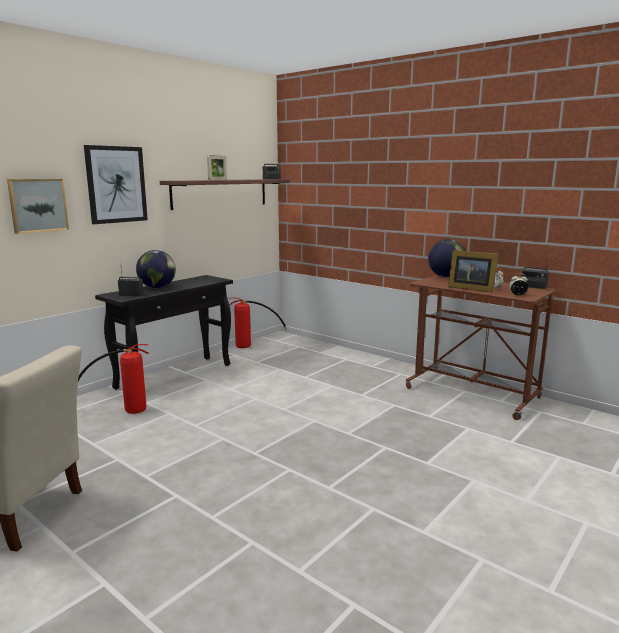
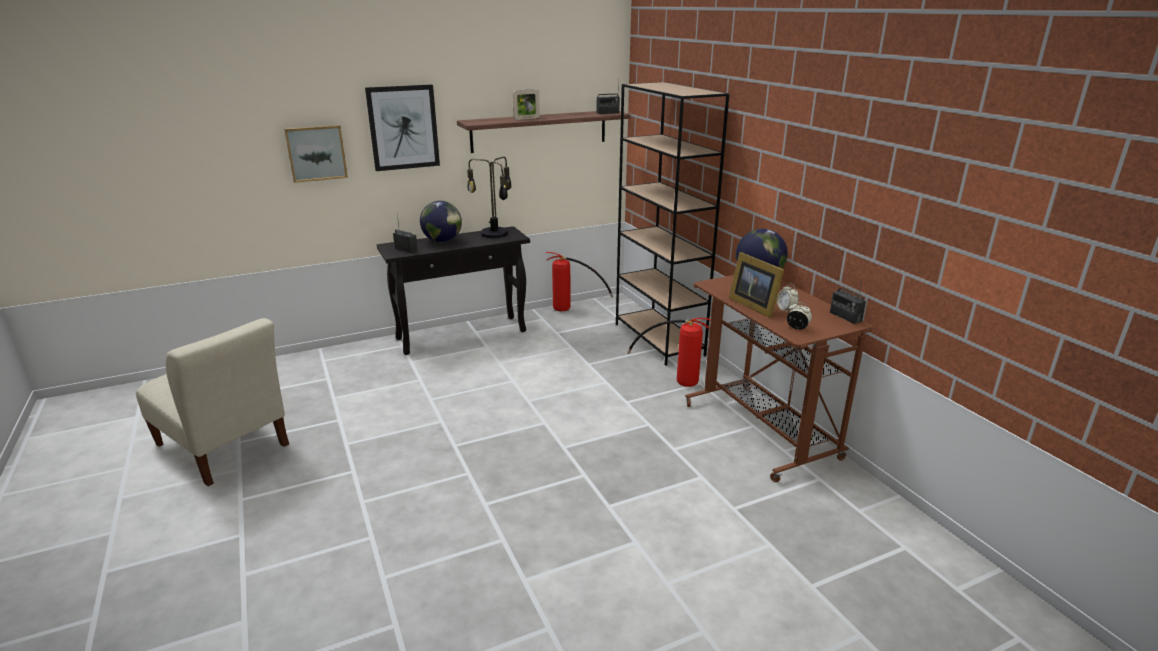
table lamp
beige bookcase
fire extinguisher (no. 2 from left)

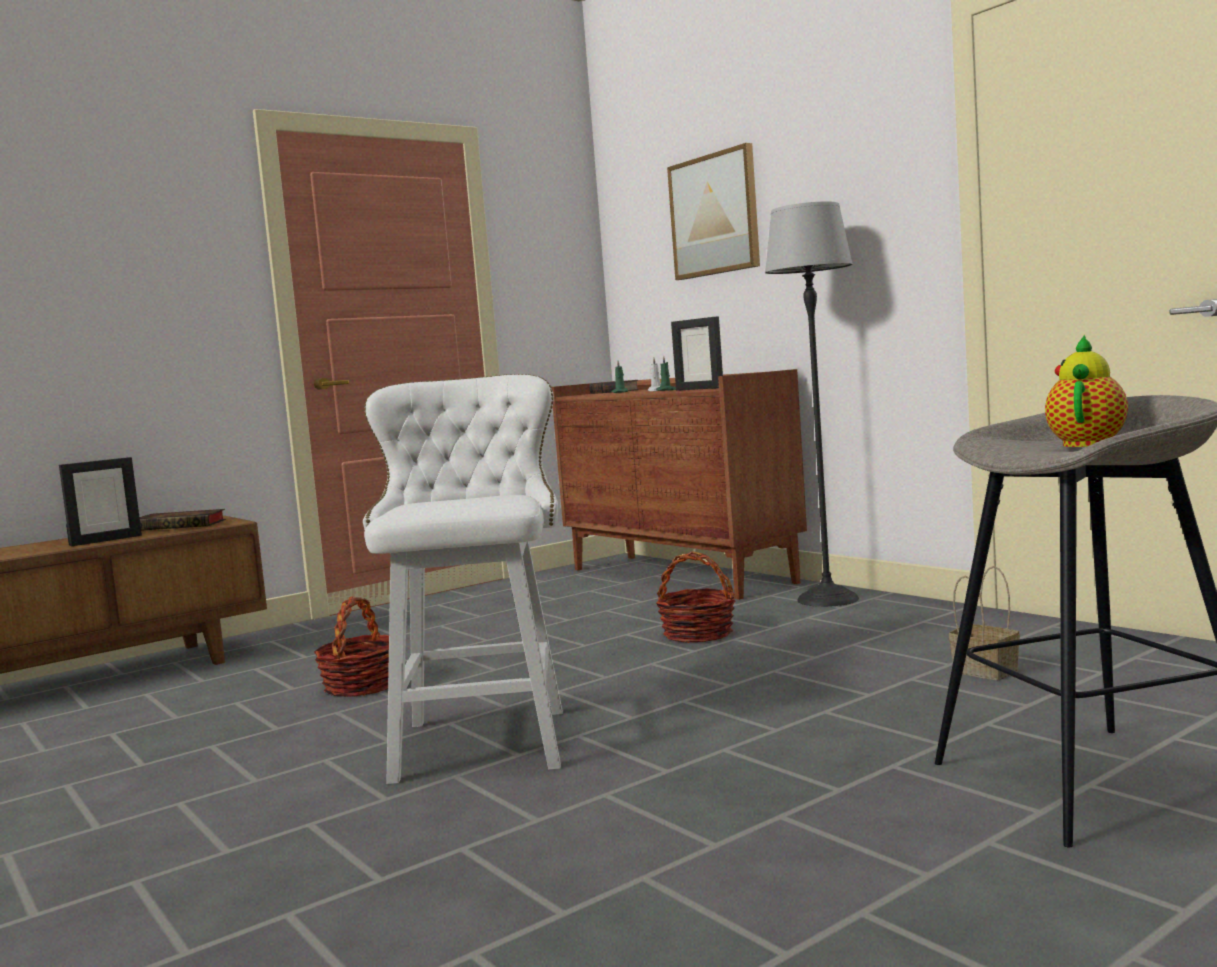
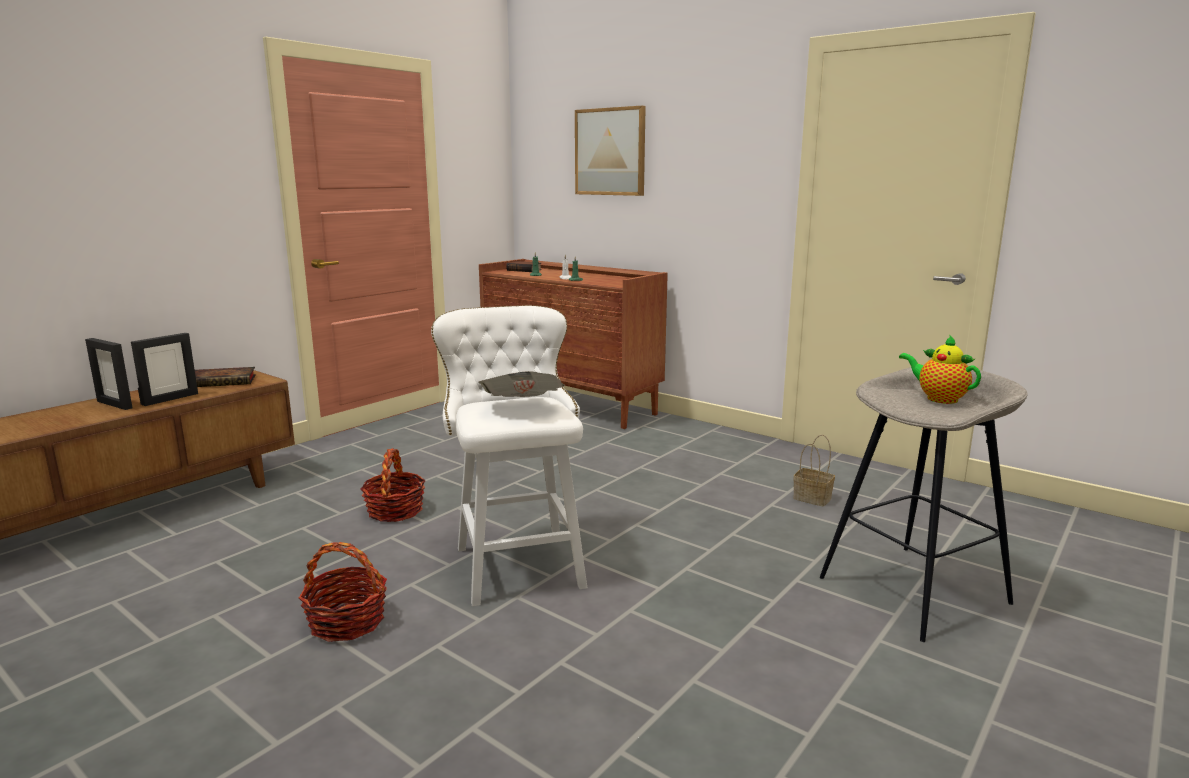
picture frame (no. 1 from left)
basket (no. 1 from left)
newspaper
teapot
floor lamp

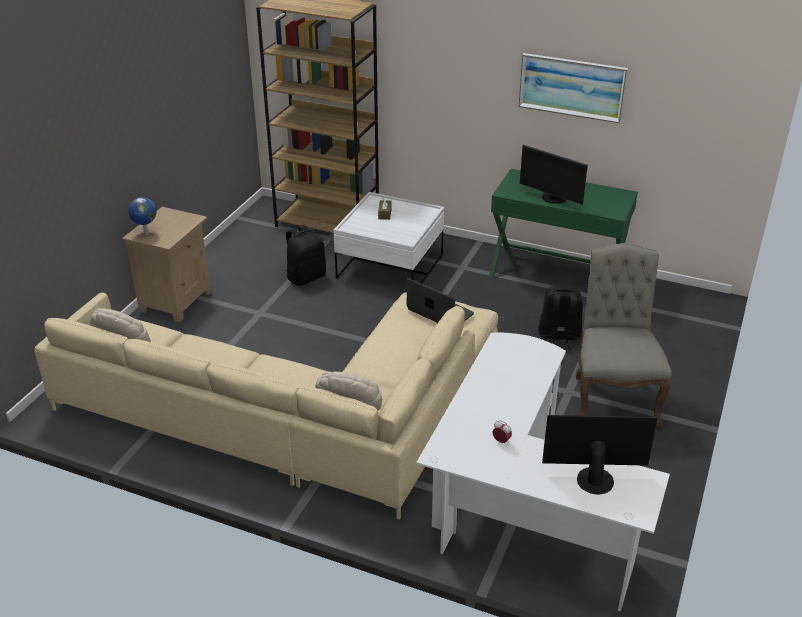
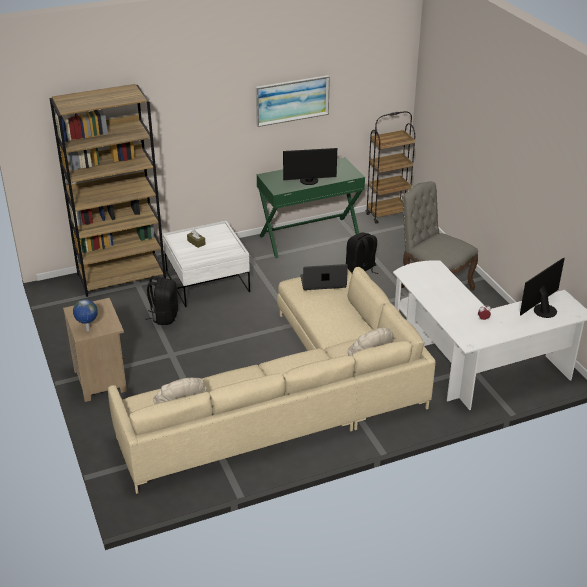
brown cart

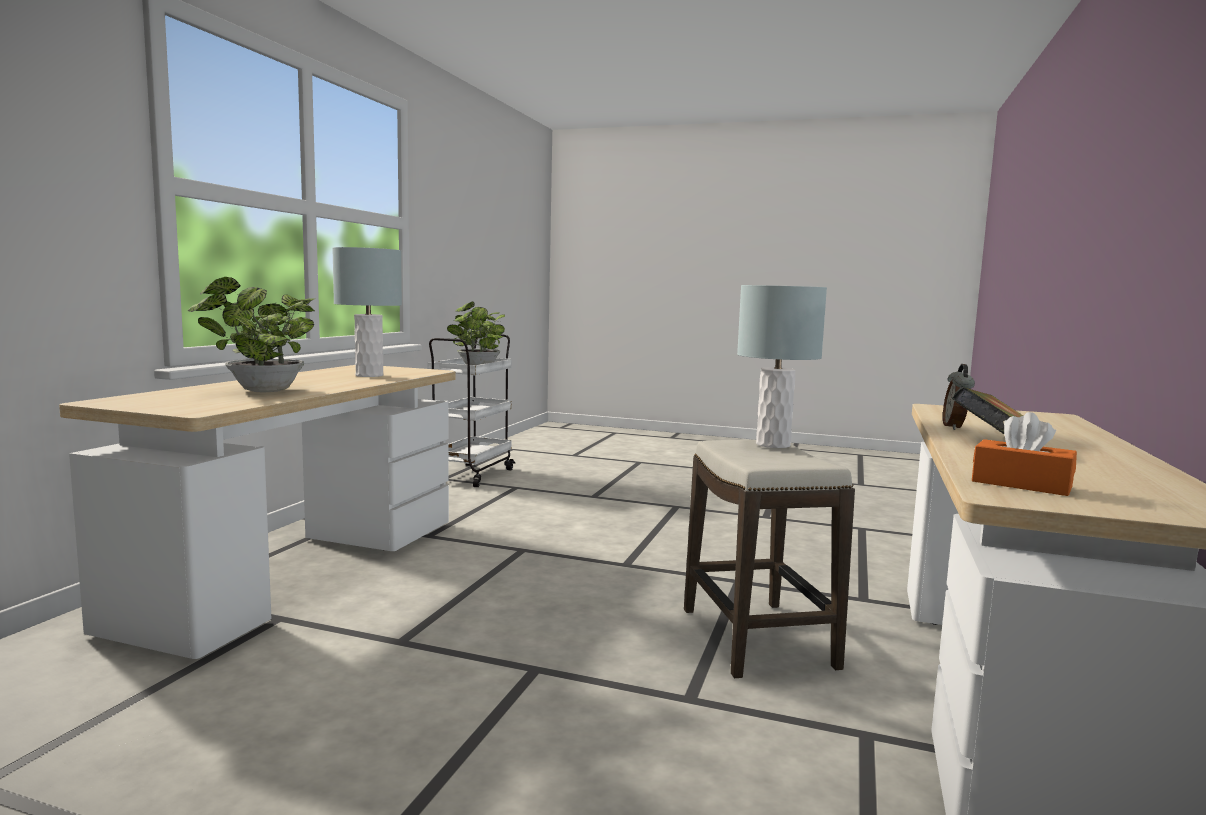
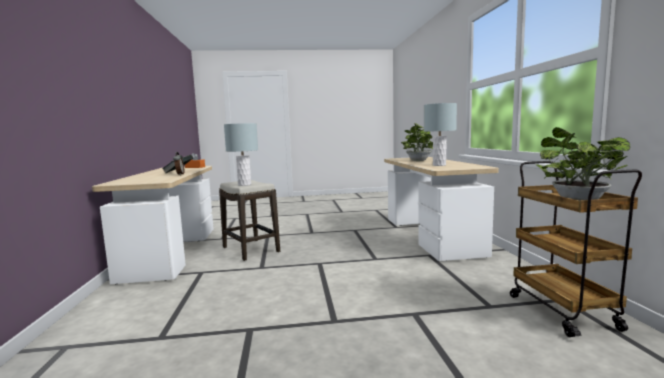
brown cart

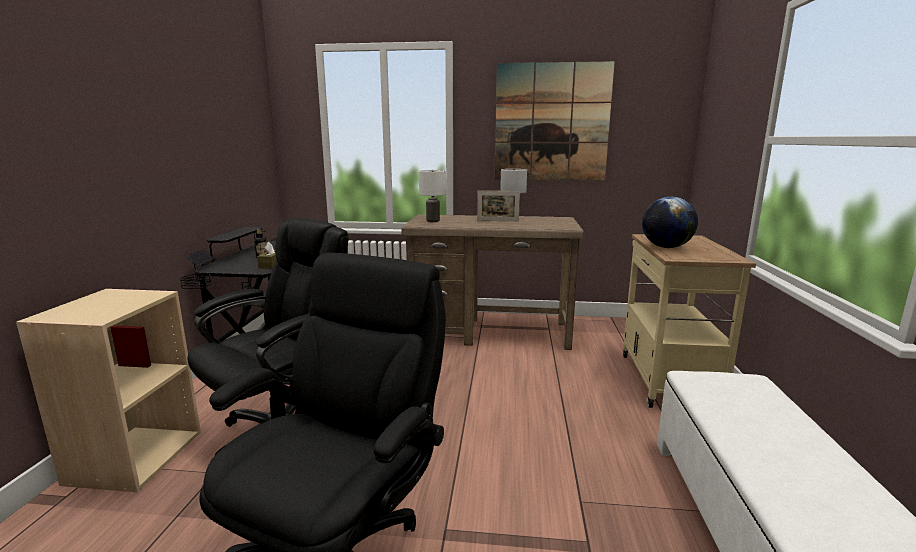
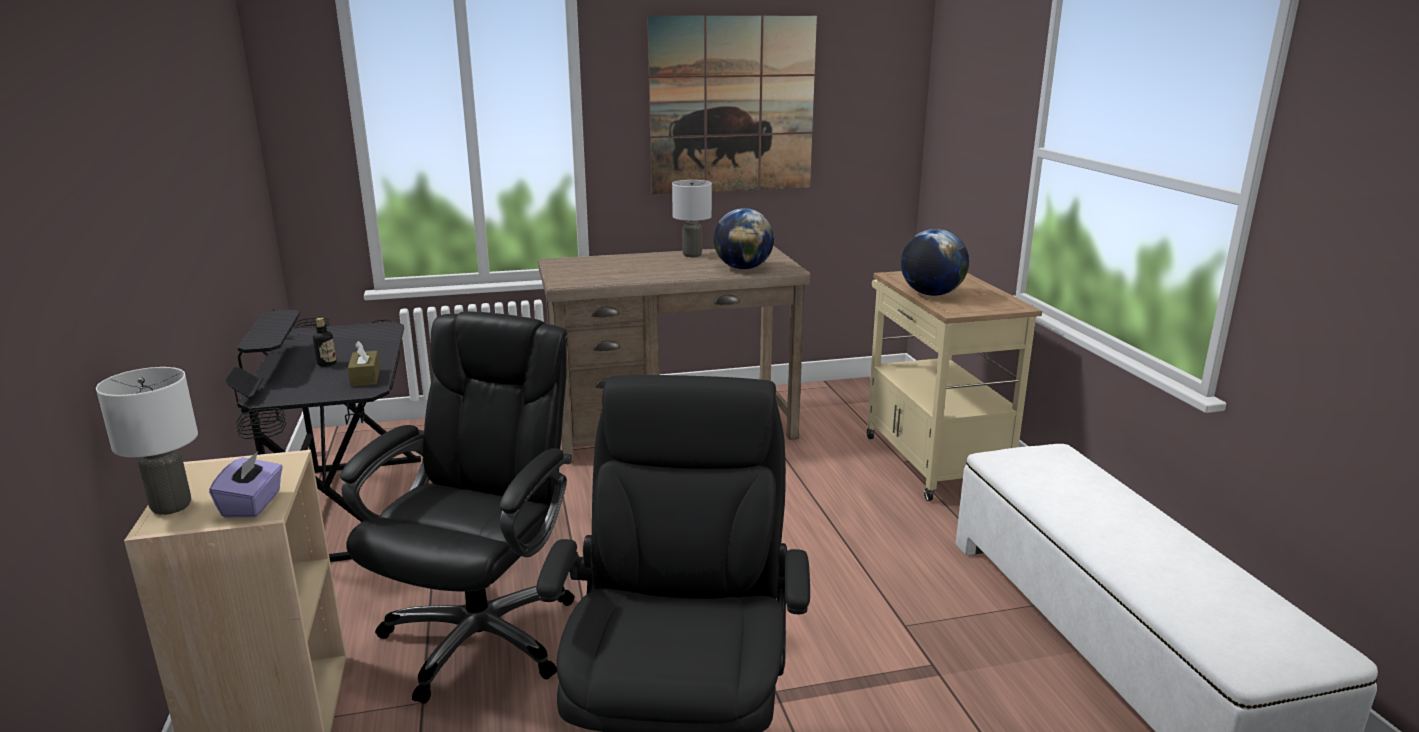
white table lamp (no. 1 from left)
purple tissue box
globe (no. 1 from left)
picture frame

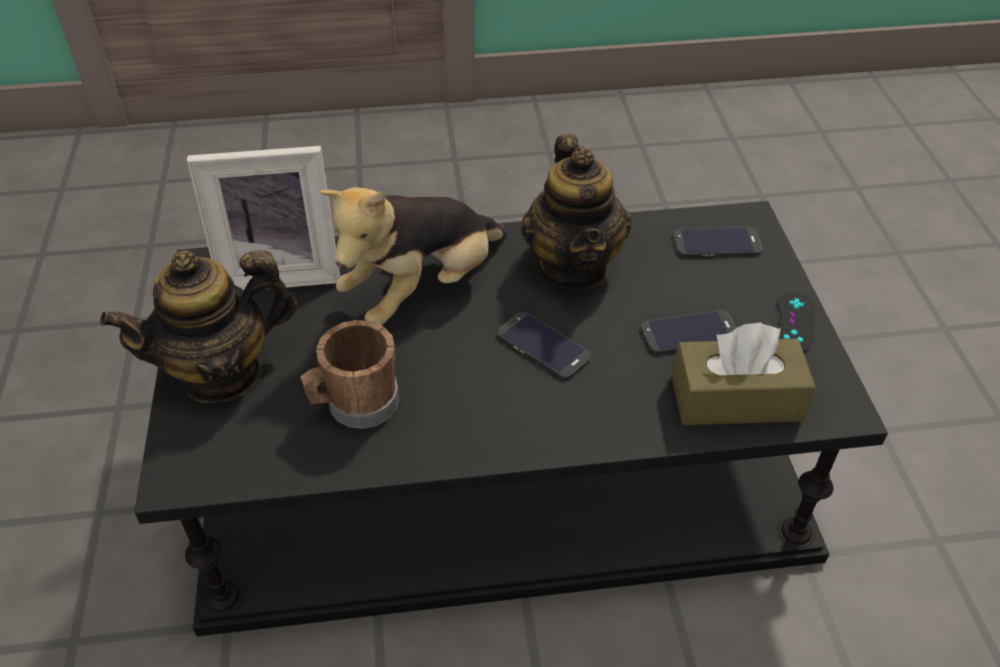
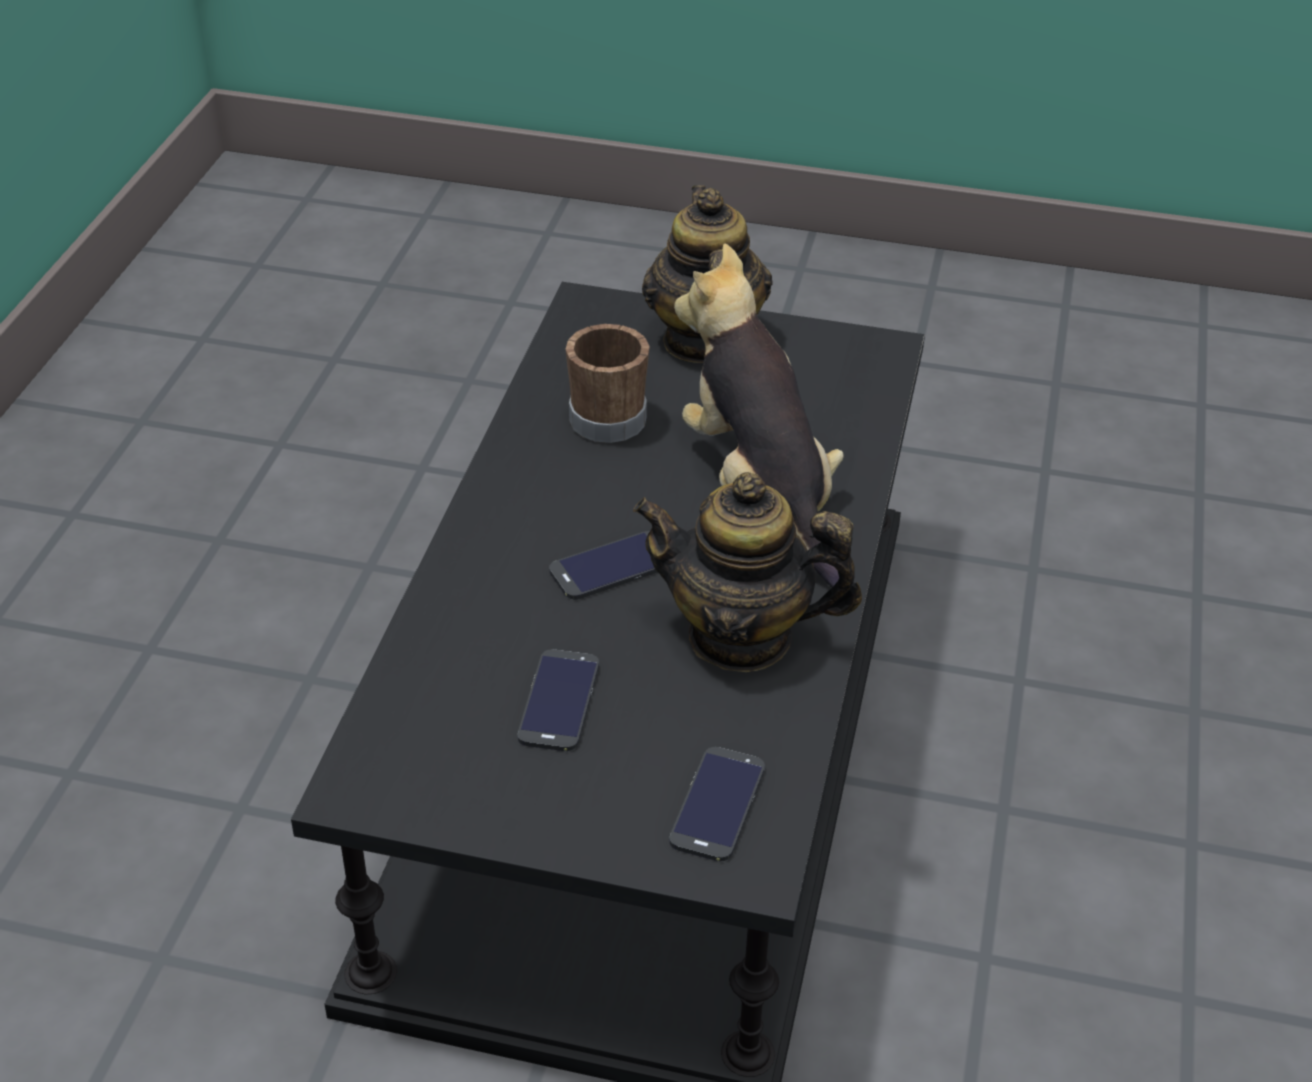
picture frame
brown tissue box
black game controller

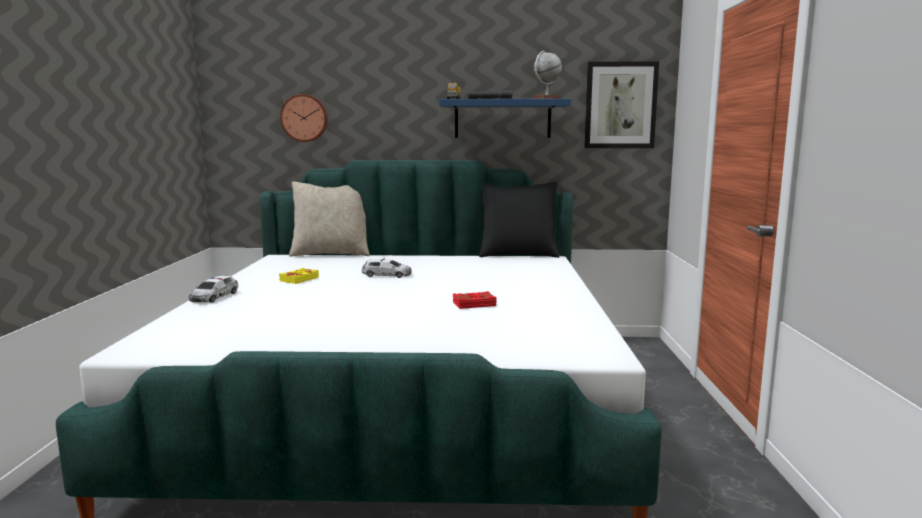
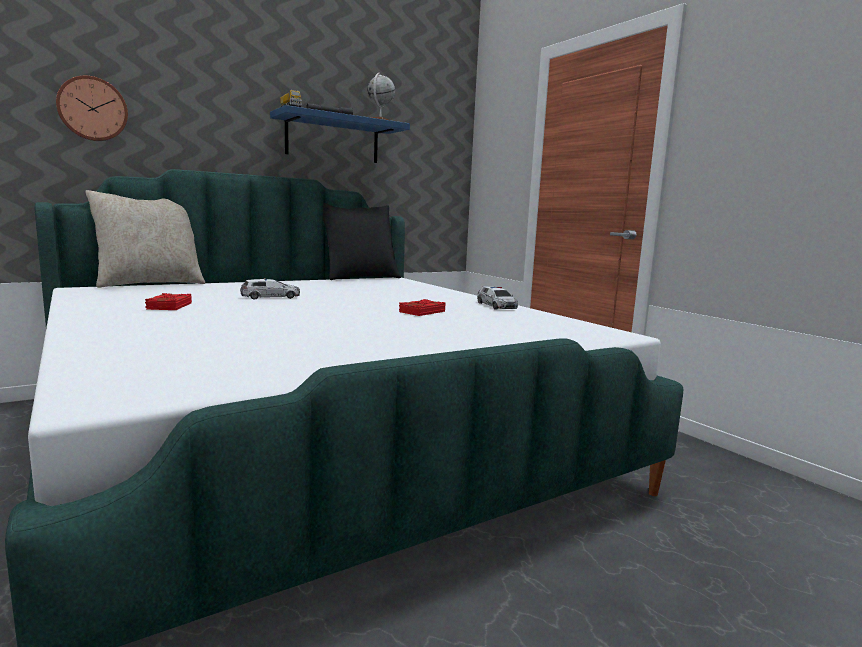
red book (no. 1 from left)
toy car (no. 2 from left)
picture

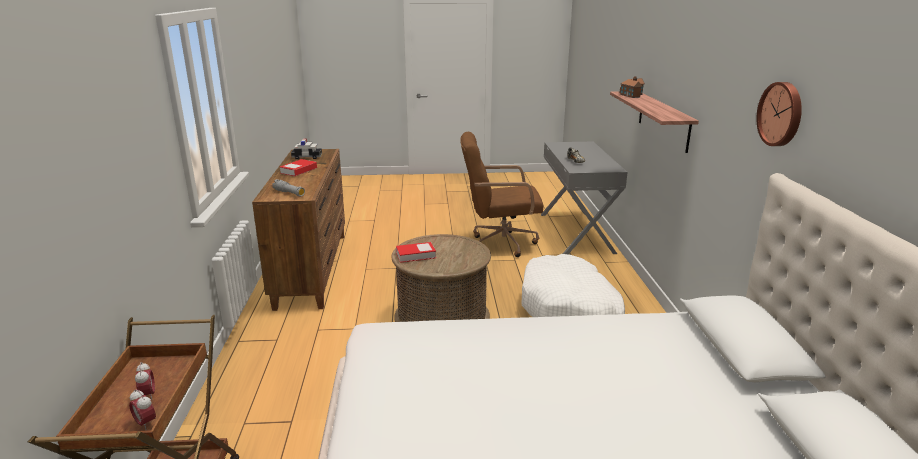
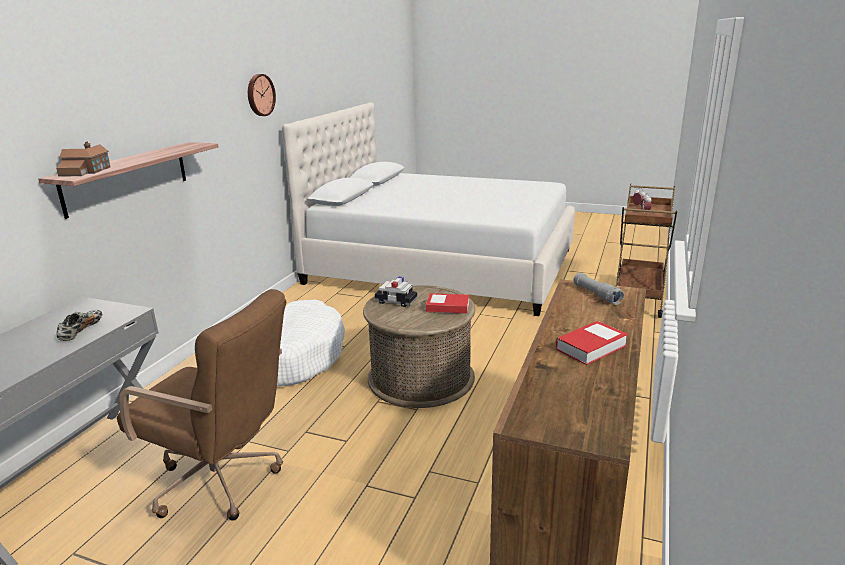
toy car

